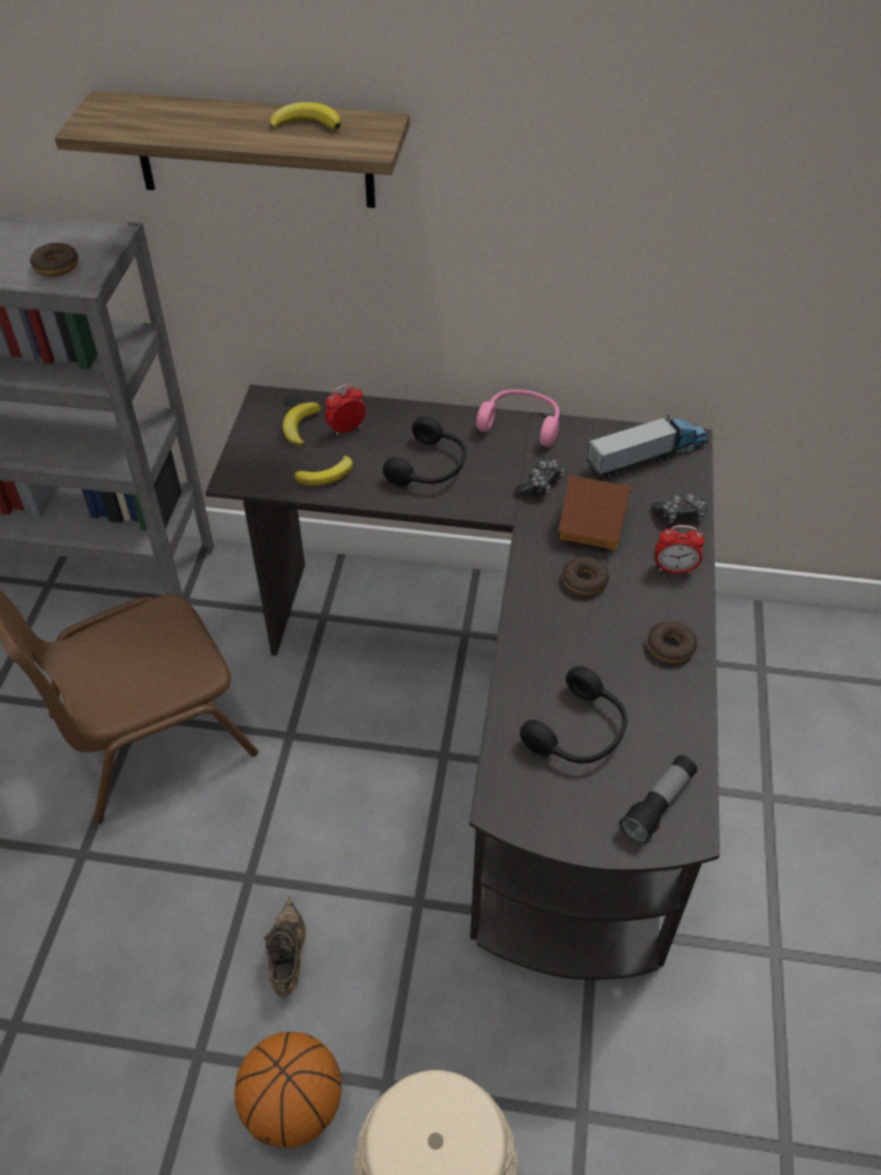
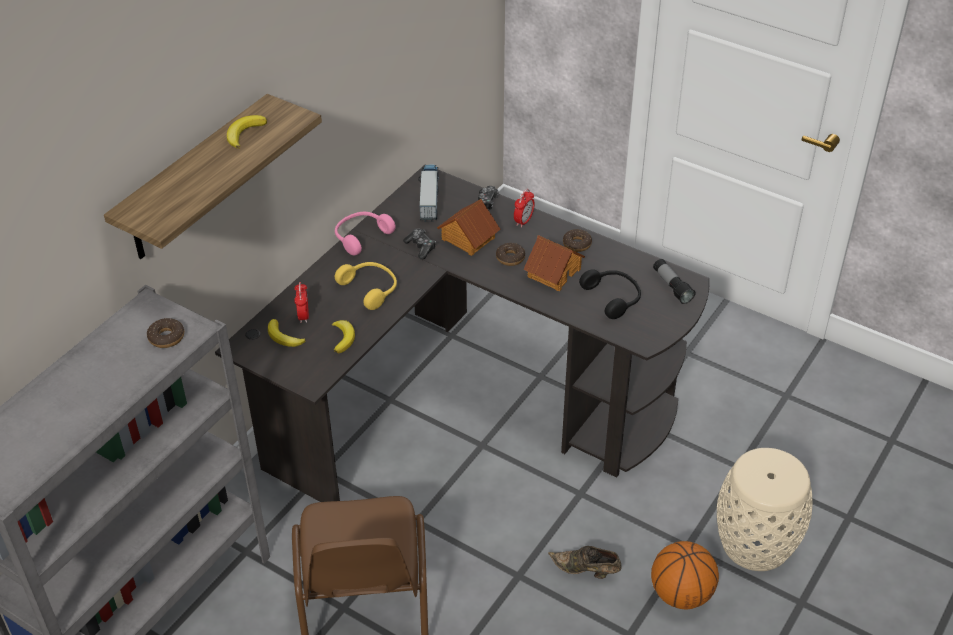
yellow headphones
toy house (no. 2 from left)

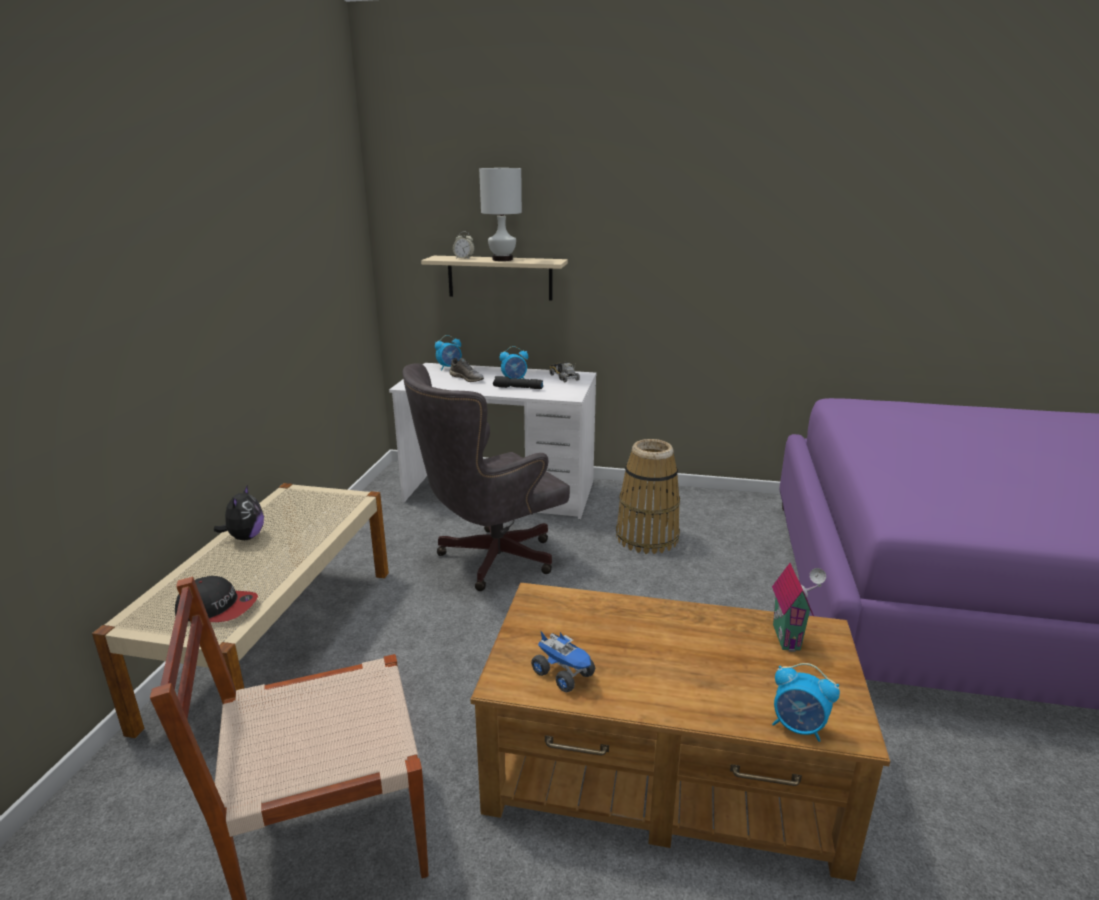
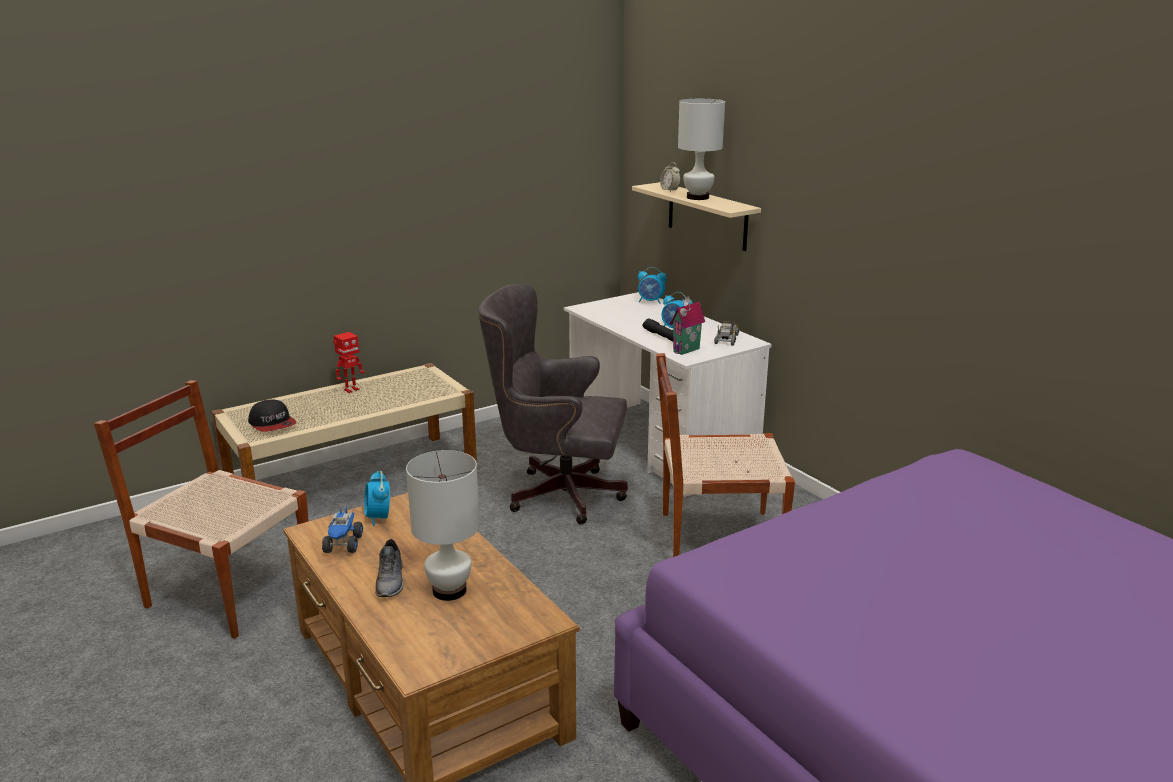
toy robot
alarm clock (no. 1 from left)
grey shoe
white table lamp (no. 1 from left)
chair (no. 2 from left)
toy house

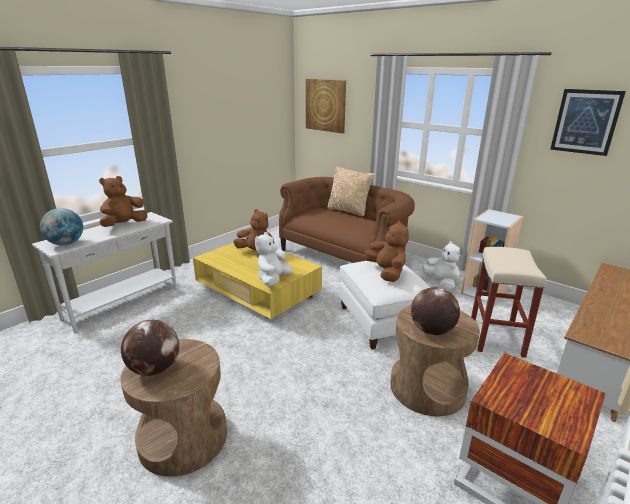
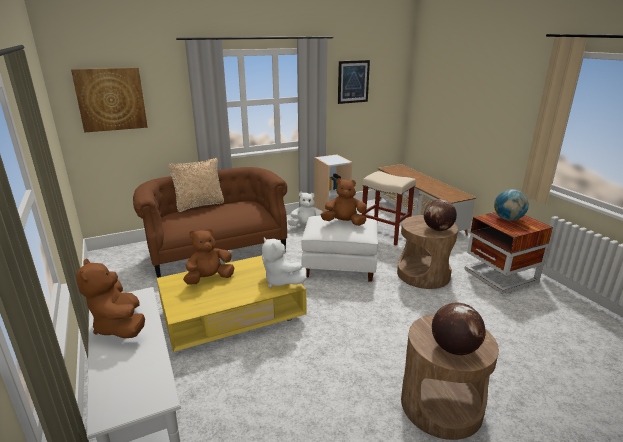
globe (no. 3 from left)

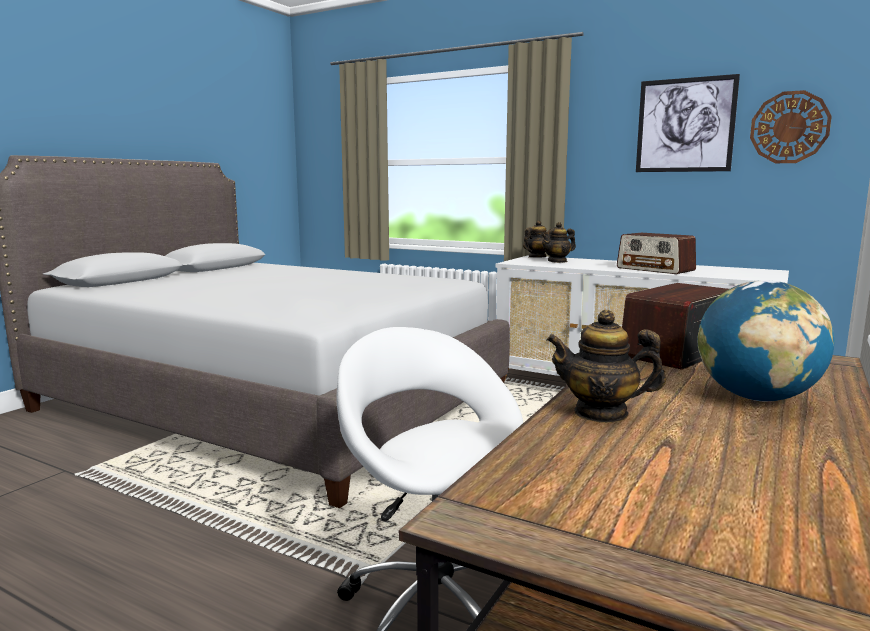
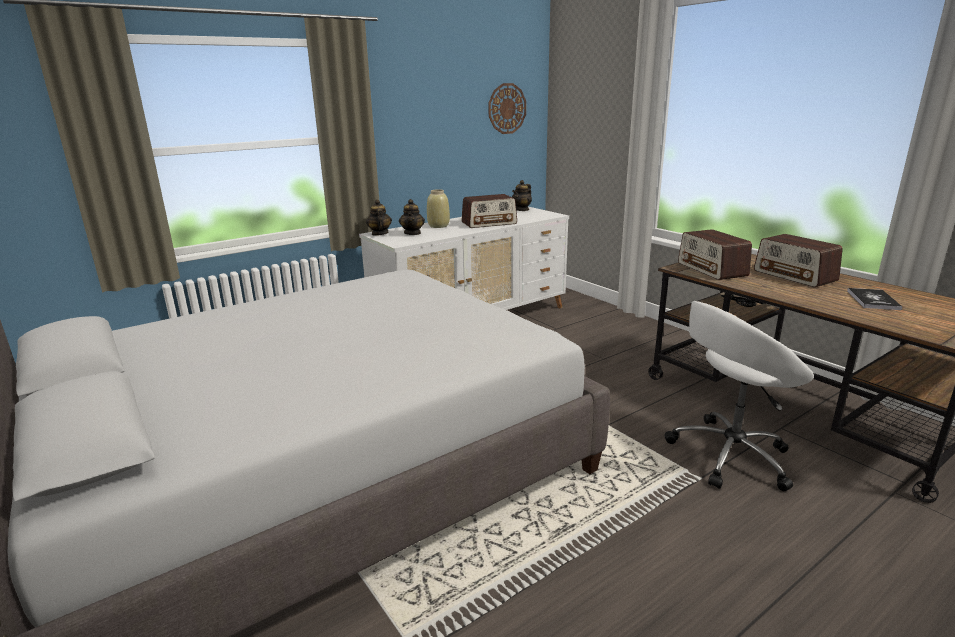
beige vase
teapot (no. 3 from left)
radio (no. 3 from left)
book
picture

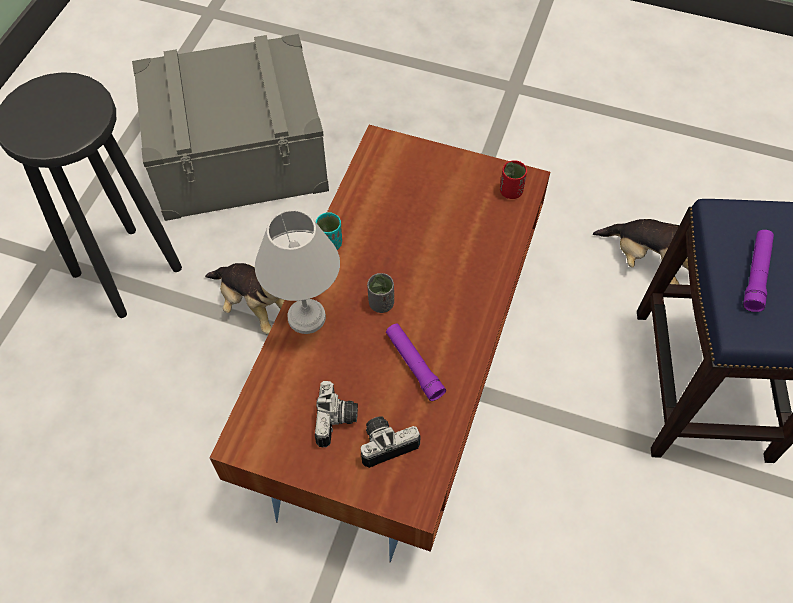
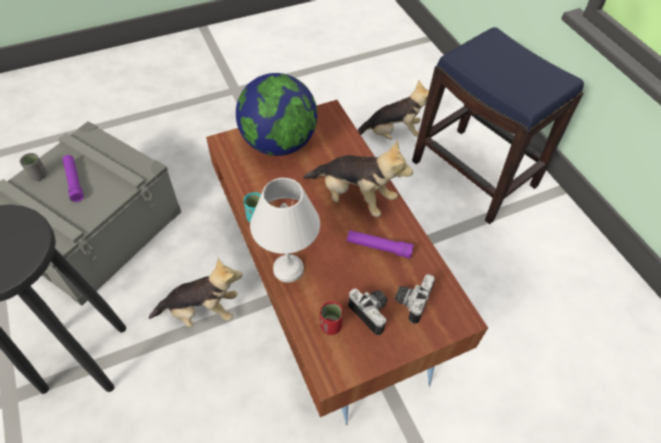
grey cup
purple flashlight (no. 1 from left)
globe
plush toy (no. 2 from left)
red cup

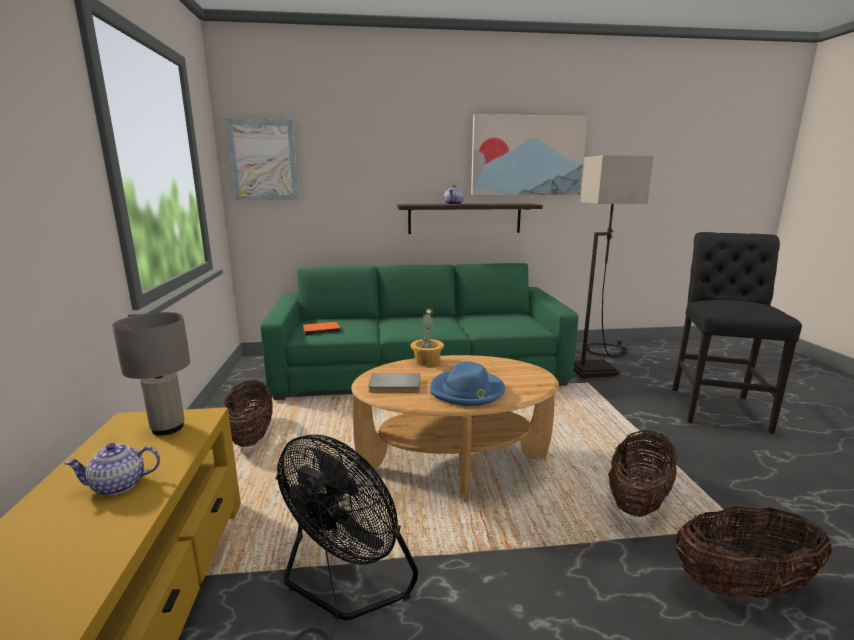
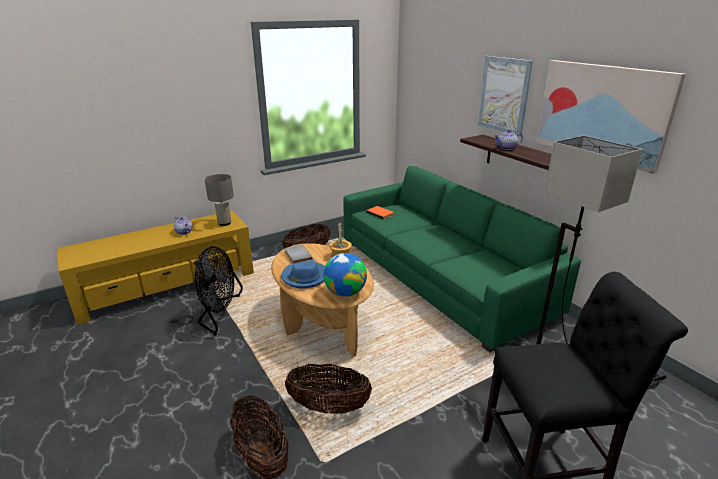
globe
picture (no. 1 from left)

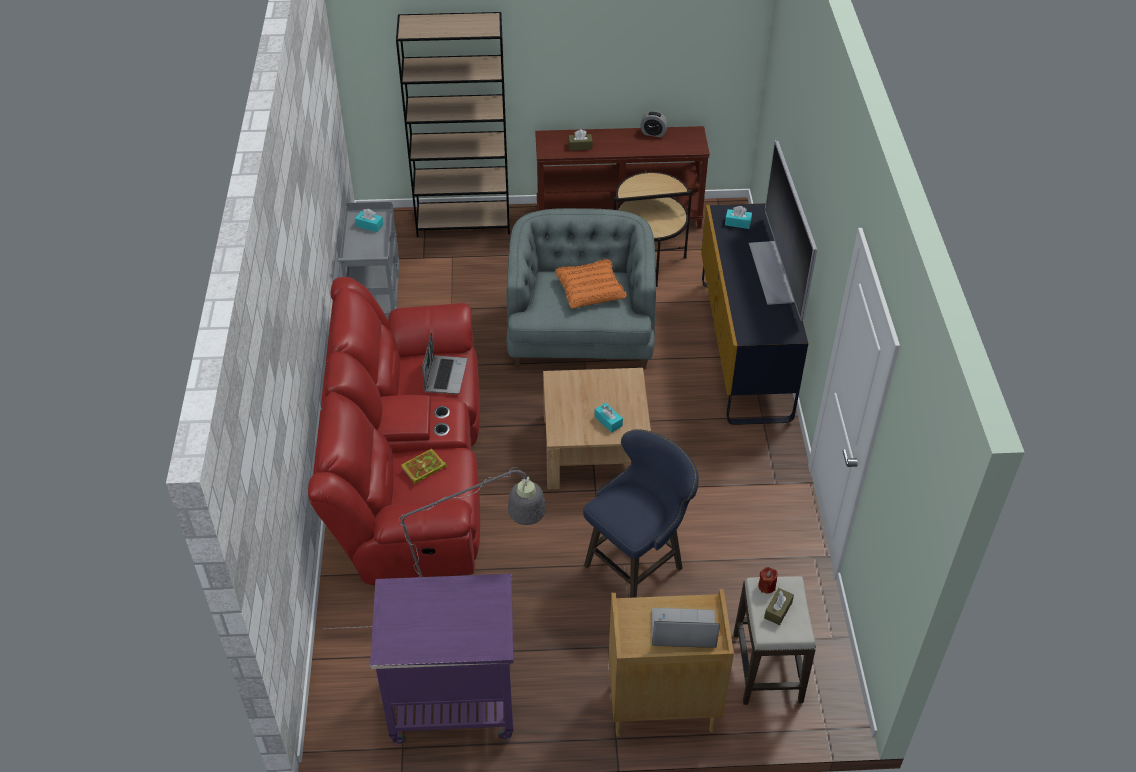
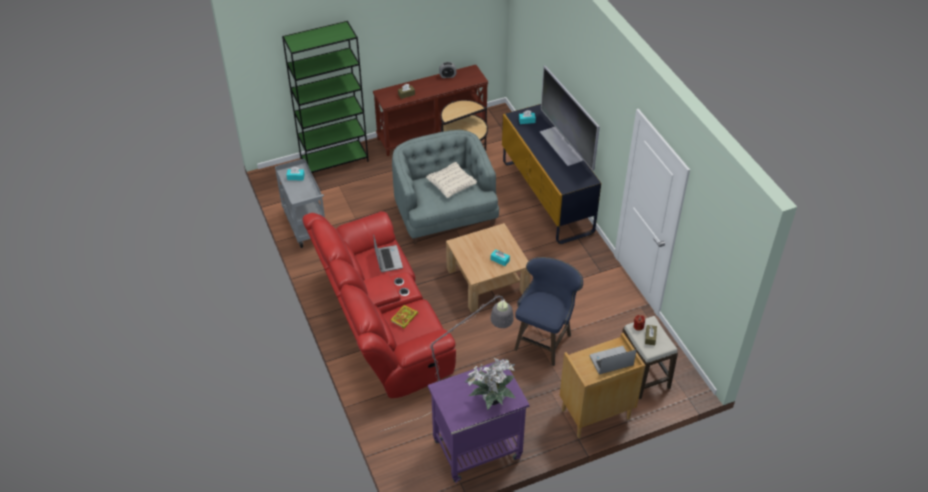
green bookcase
beige pillow
potted plant

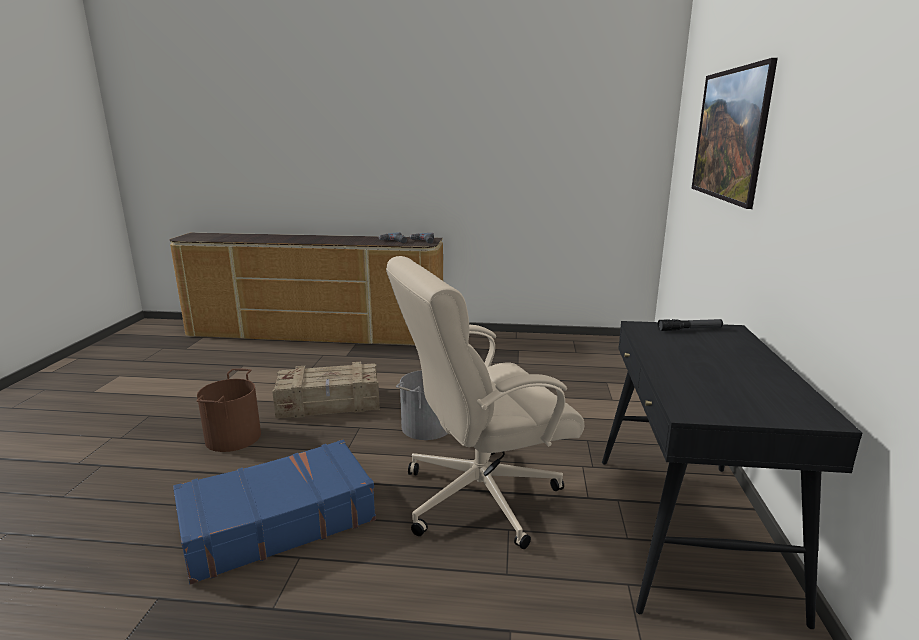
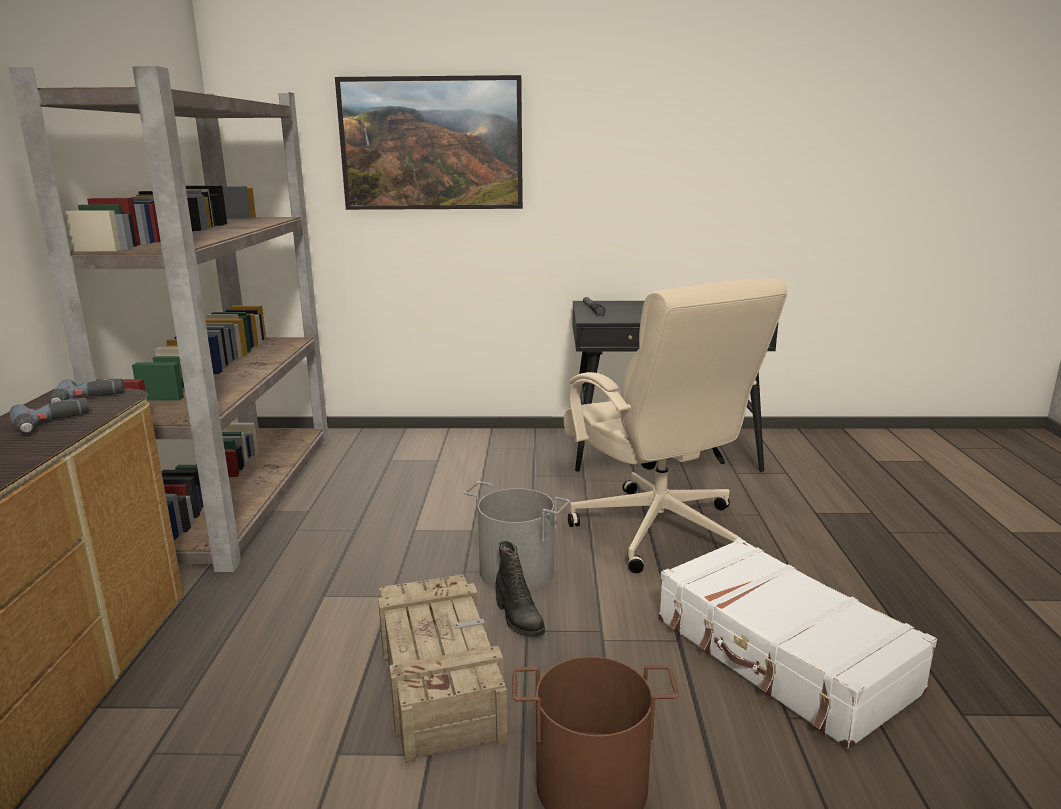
brown bookcase
black boot
white suitcase

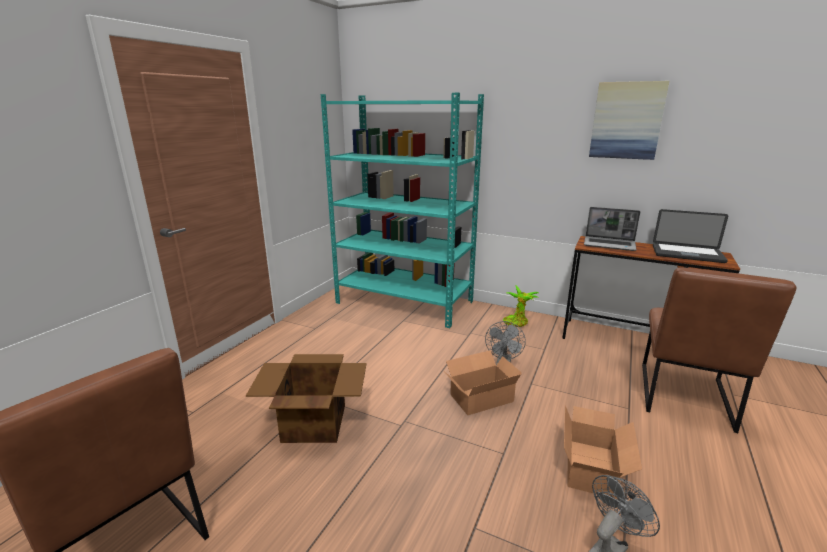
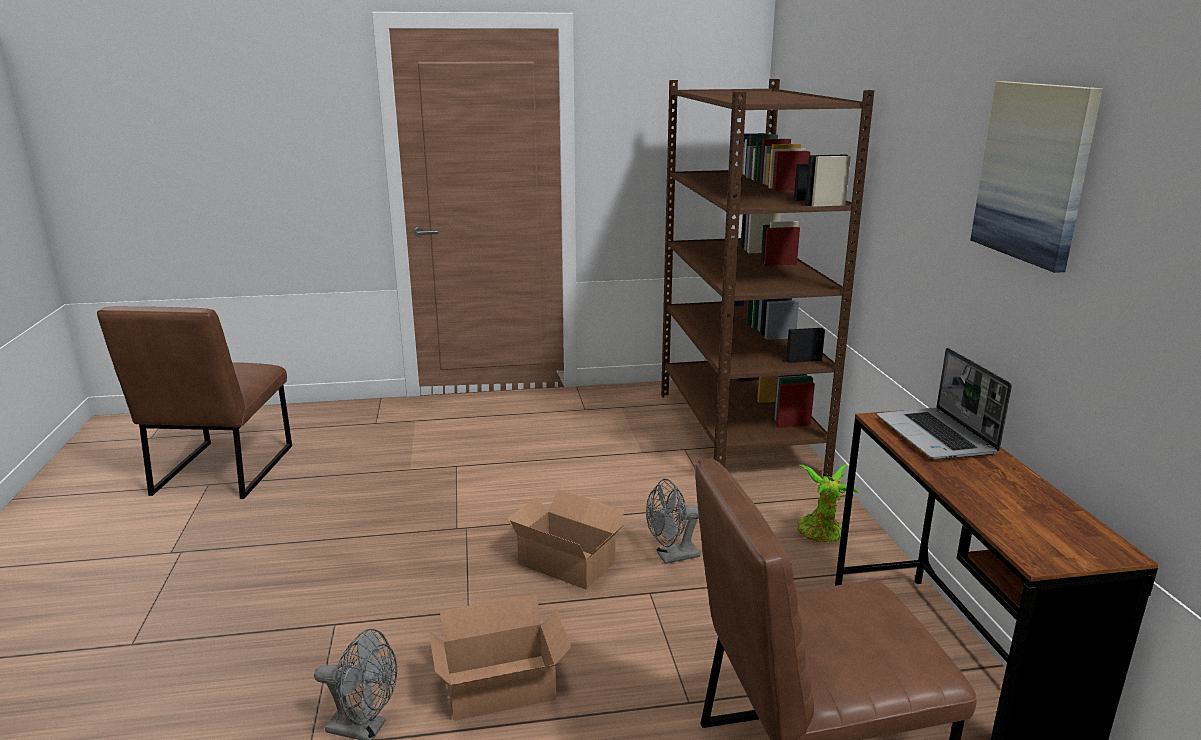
brown bookcase
cardboard box (no. 1 from left in the first image)
laptop (no. 2 from left in the first image)

